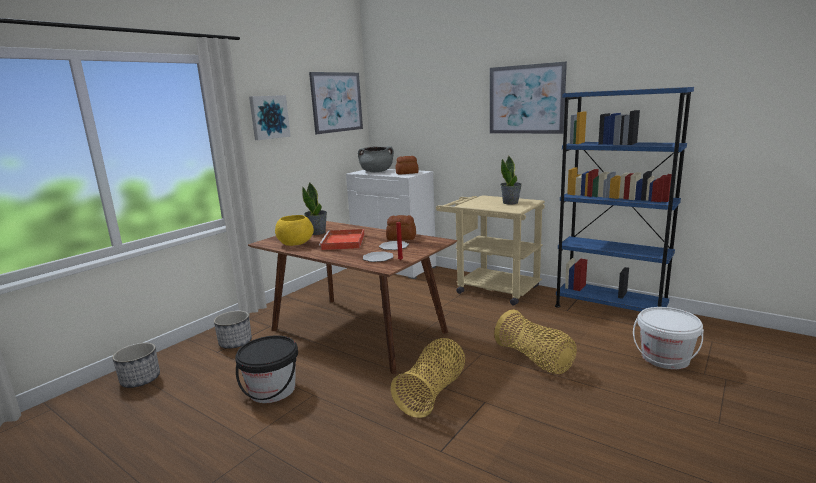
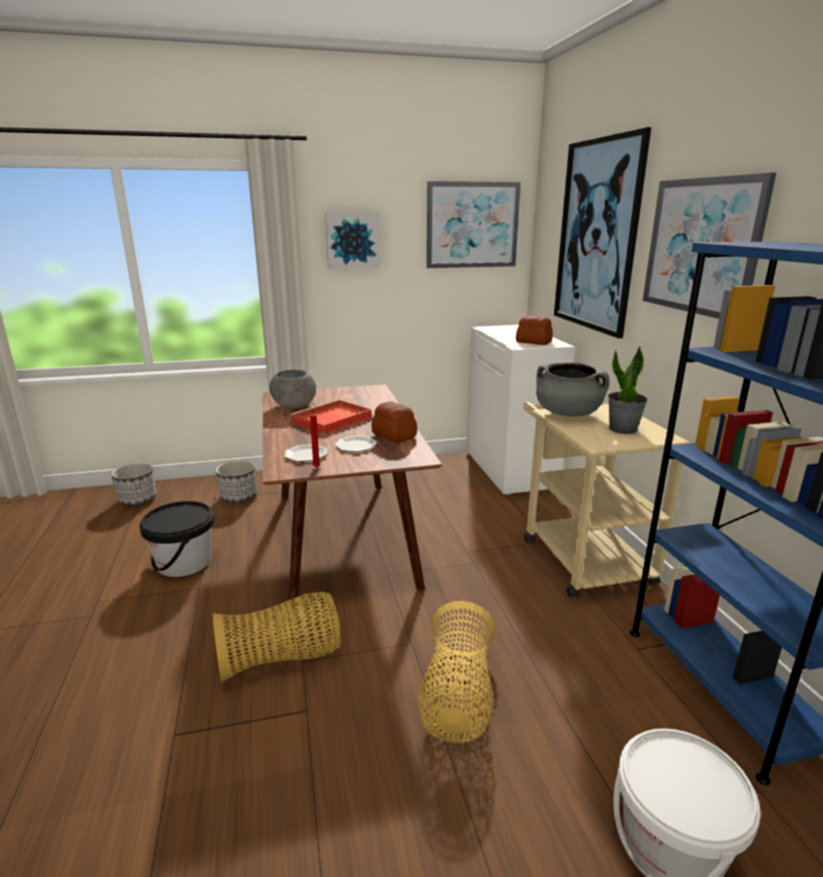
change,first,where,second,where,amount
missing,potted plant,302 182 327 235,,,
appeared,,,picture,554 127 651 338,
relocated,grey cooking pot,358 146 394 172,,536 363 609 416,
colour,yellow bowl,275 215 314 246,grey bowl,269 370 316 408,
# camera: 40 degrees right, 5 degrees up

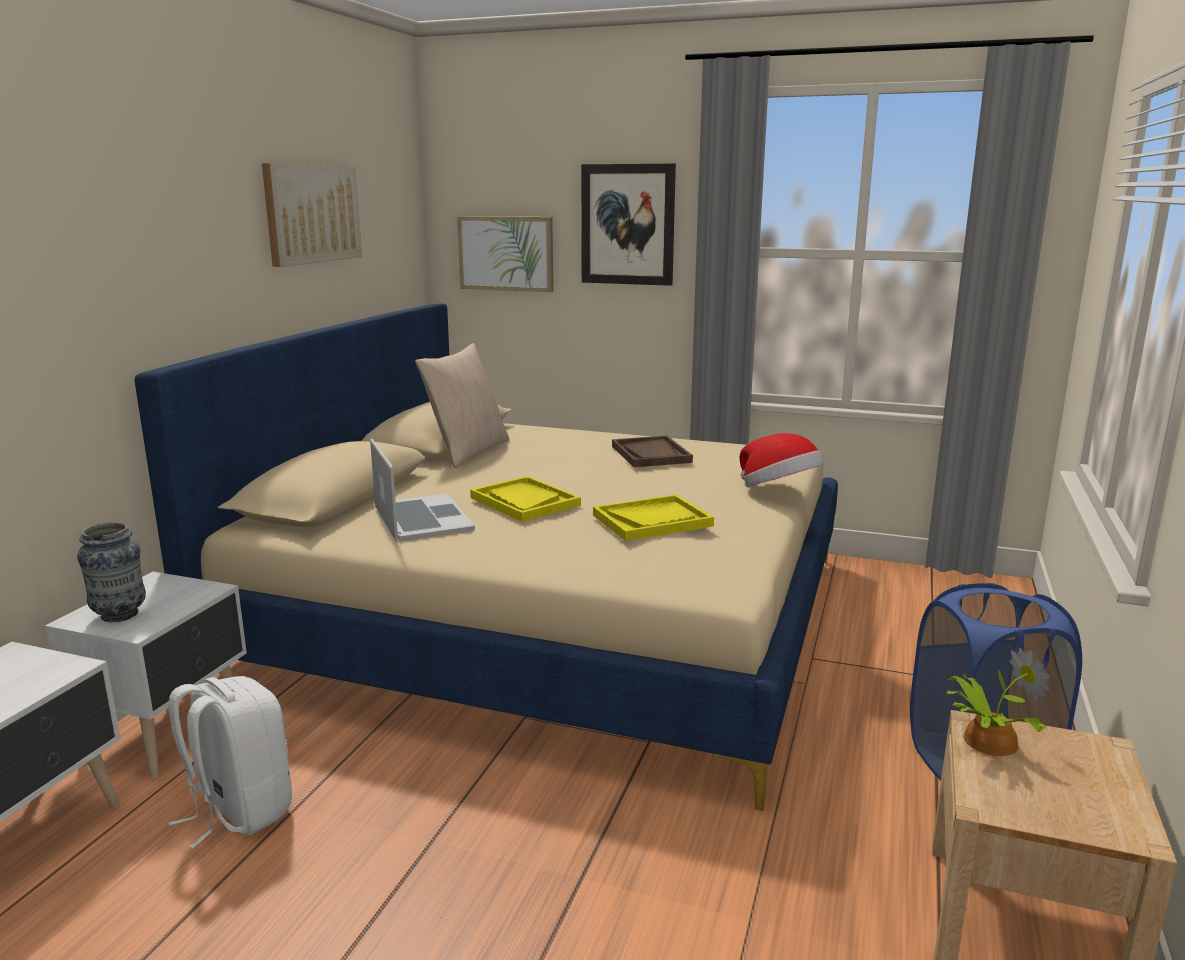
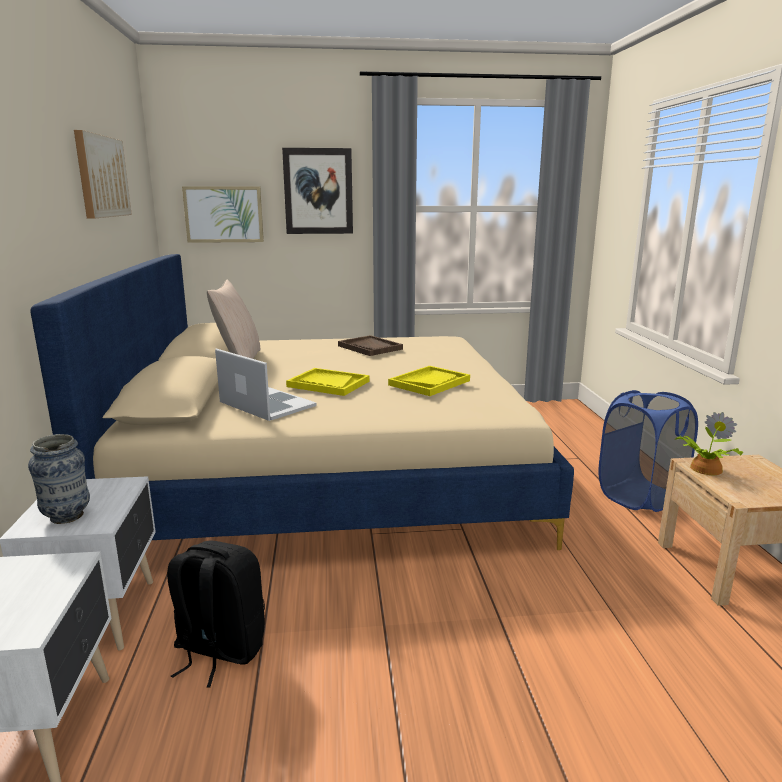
change,first,where,second,where,amount
missing,hat,740 433 825 487,,,
colour,white backpack,168 676 292 849,black backpack,167 540 265 688,
# camera: 25 degrees left, 0 degrees up

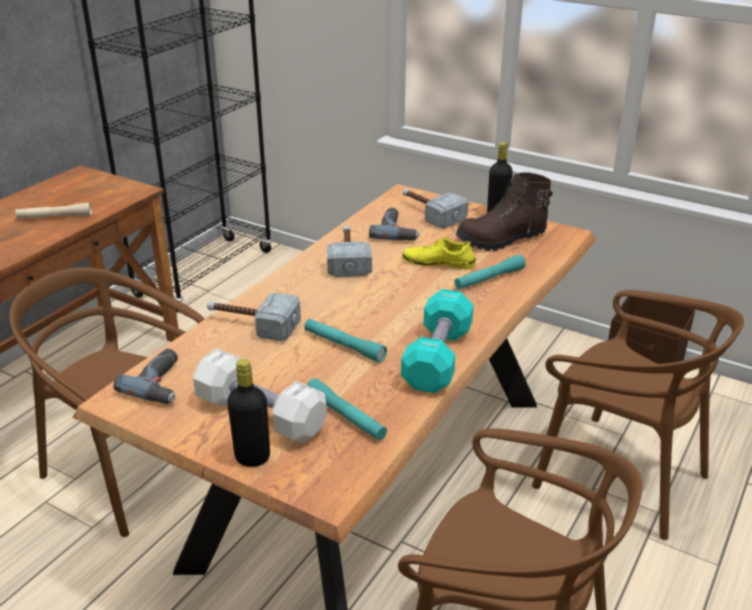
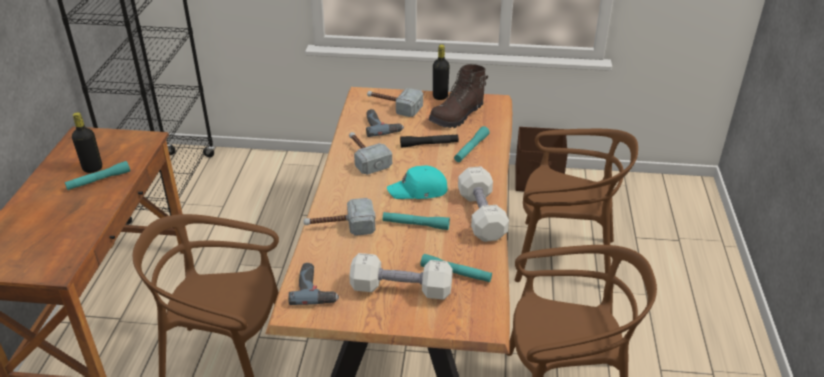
change,first,where,second,where,amount
appeared,,,turquoise cap,387 165 448 199,
relocated,black bottle,227 359 270 467,,72 112 102 173,
exchanged,yellow shoe,402 237 476 269,black flashlight,400 134 459 148,
colour,beige flashlight,15 203 92 219,turquoise flashlight,65 161 130 190,
colour,turquoise dumbbell,401 289 473 393,white dumbbell,458 166 509 242,
# camera: 25 degrees left, 5 degrees up

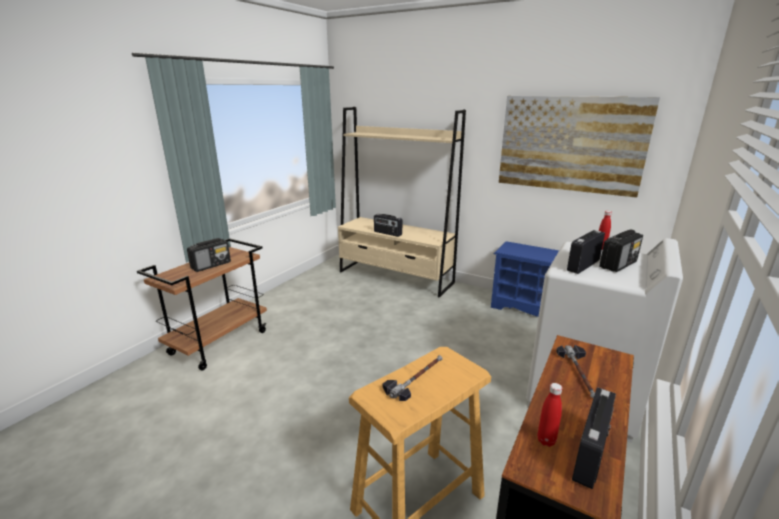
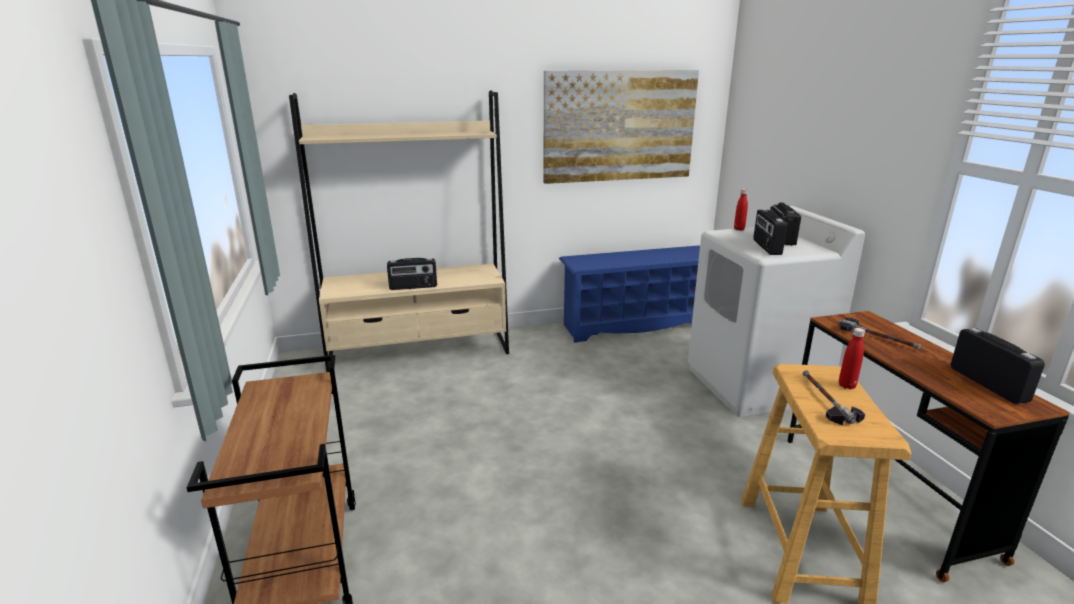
change,first,where,second,where,amount
missing,radio,187 238 231 272,,,
relocated,red bottle,537 383 562 447,,839 328 865 389,
# camera: 45 degrees left, 0 degrees up

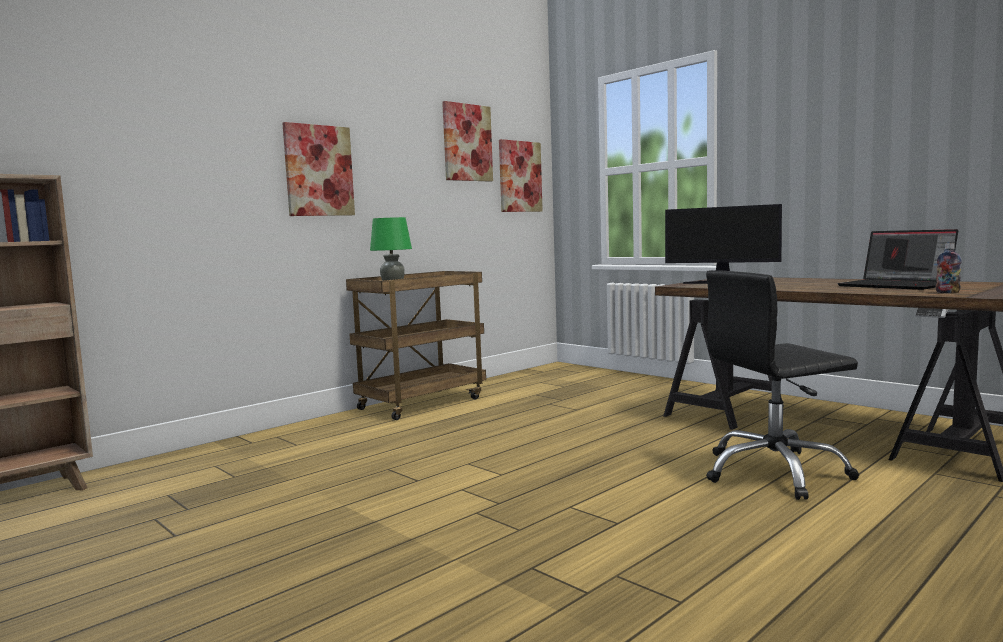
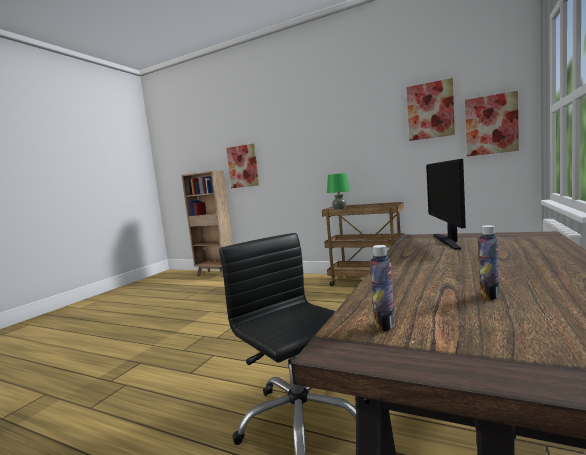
change,first,where,second,where,amount
relocated,picture,282 122 355 216,,226 144 259 188,
exchanged,laptop,837 229 958 290,bottle,478 225 500 300,
# camera: 70 degrees right, 0 degrees up

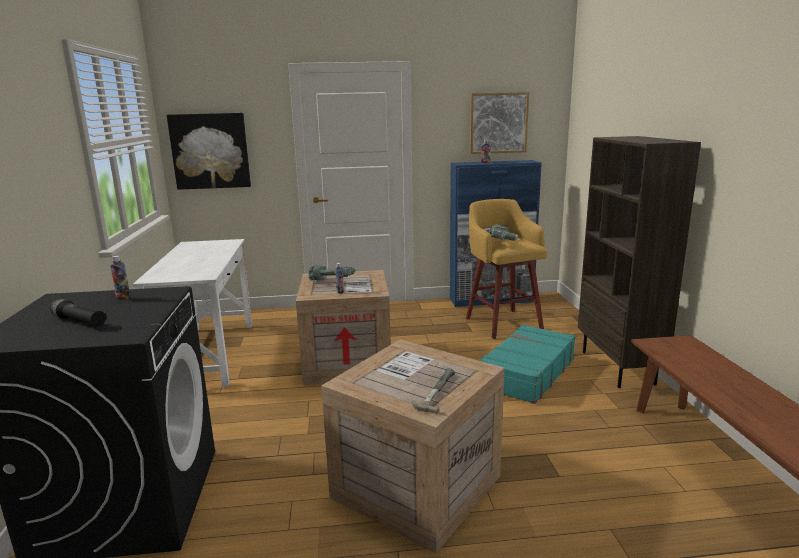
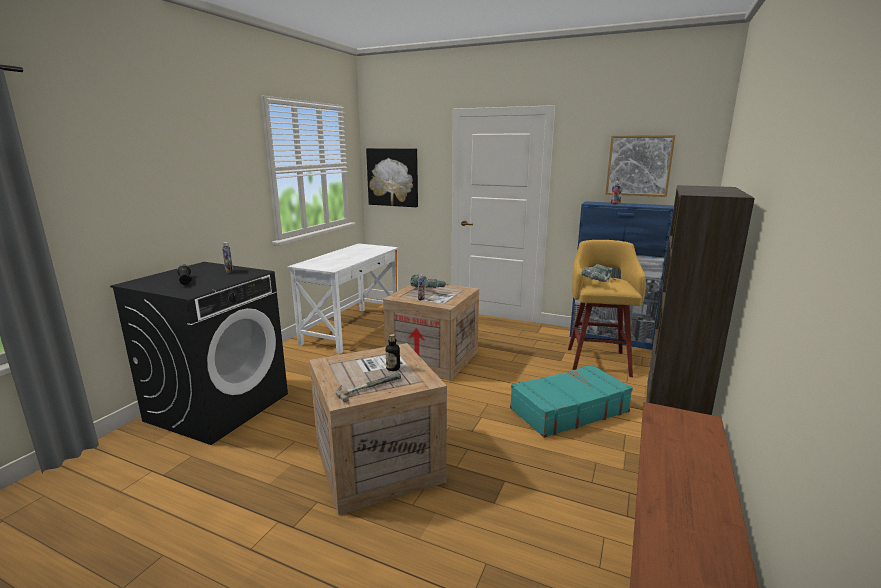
change,first,where,second,where,amount
appeared,,,bottle,386 334 400 371,
# camera: 30 degrees right, 0 degrees up

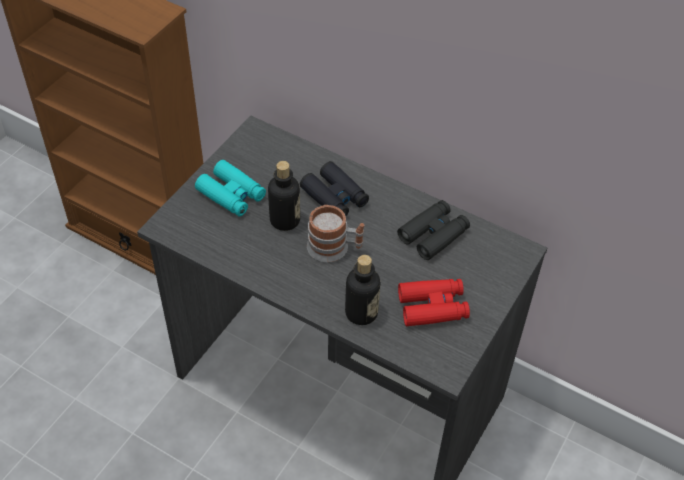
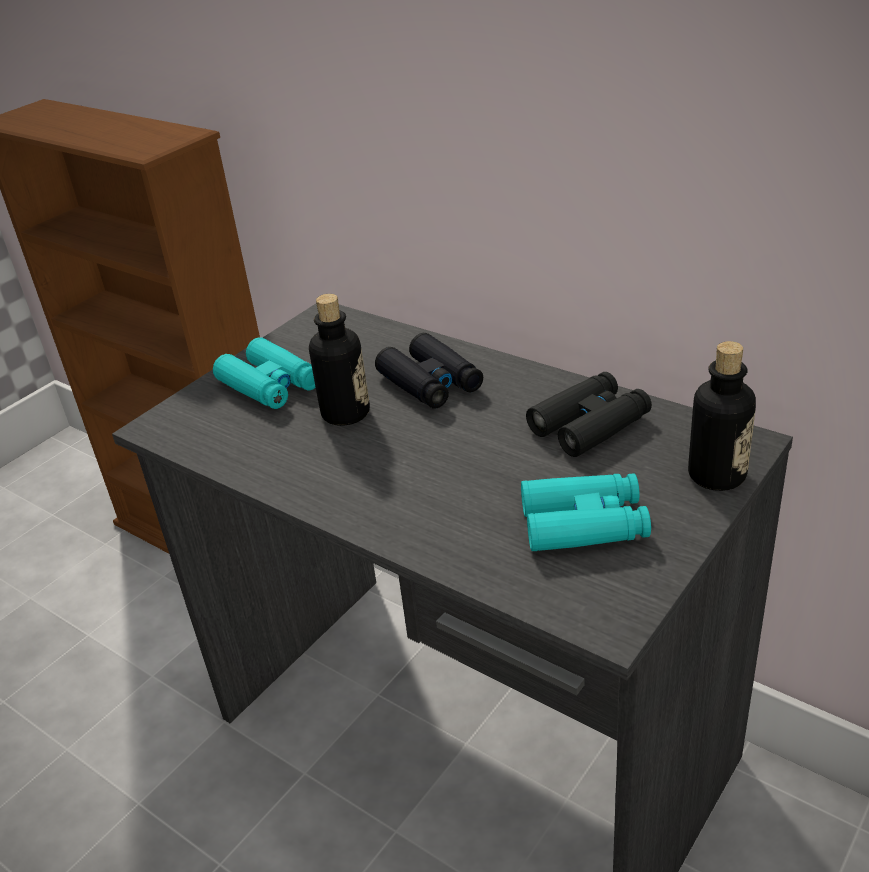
change,first,where,second,where,amount
missing,mug,307 205 364 262,,,
relocated,bottle,345 255 380 325,,688 341 756 491,
colour,red binoculars,398 279 470 326,turquoise binoculars,521 473 651 551,
# camera: 10 degrees right, 15 degrees down

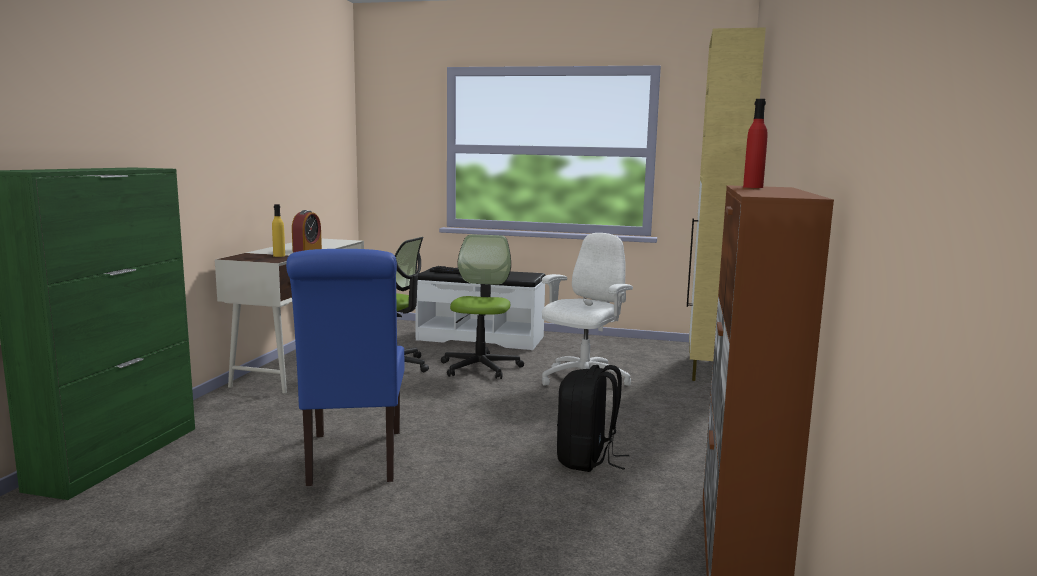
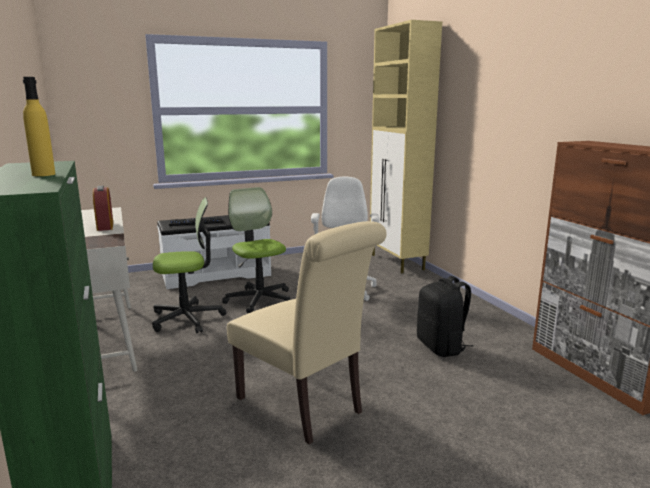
change,first,where,second,where,amount
missing,red bottle,743 99 768 188,,,
relocated,yellow bottle,272 204 285 257,,23 77 55 176,
colour,blue chair,286 249 405 486,beige chair,227 221 387 444,
# camera: 35 degrees left, 5 degrees up

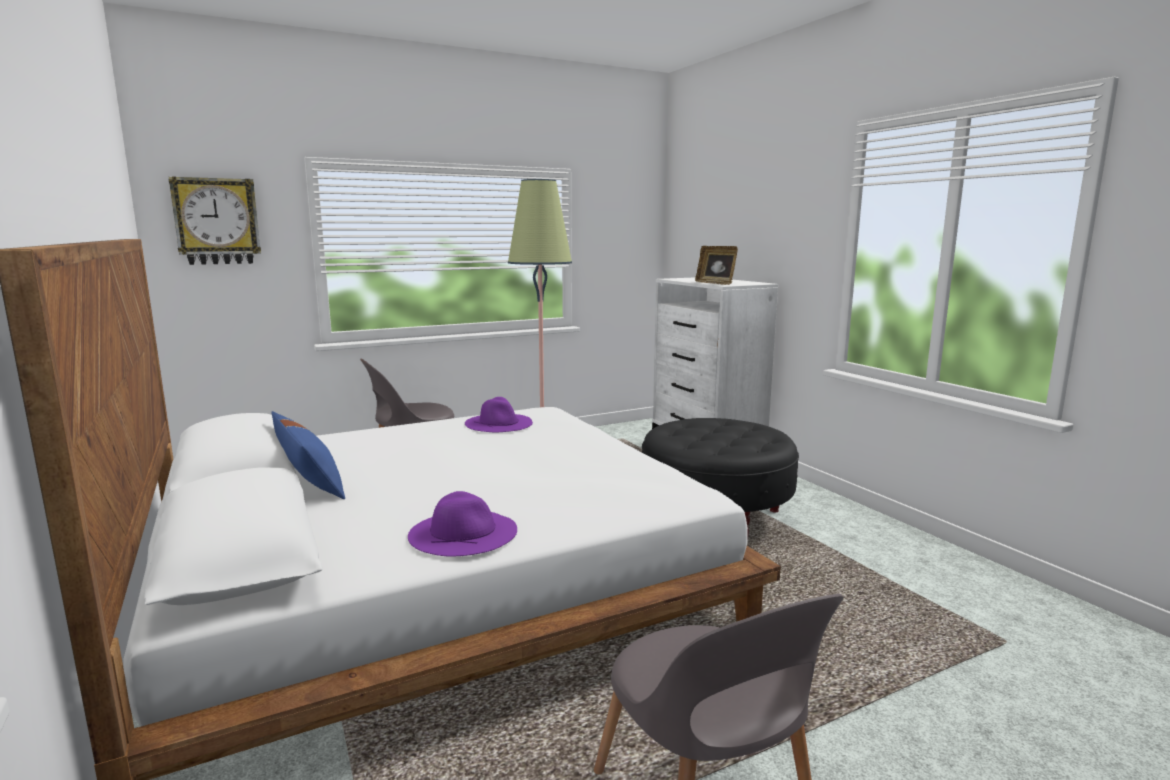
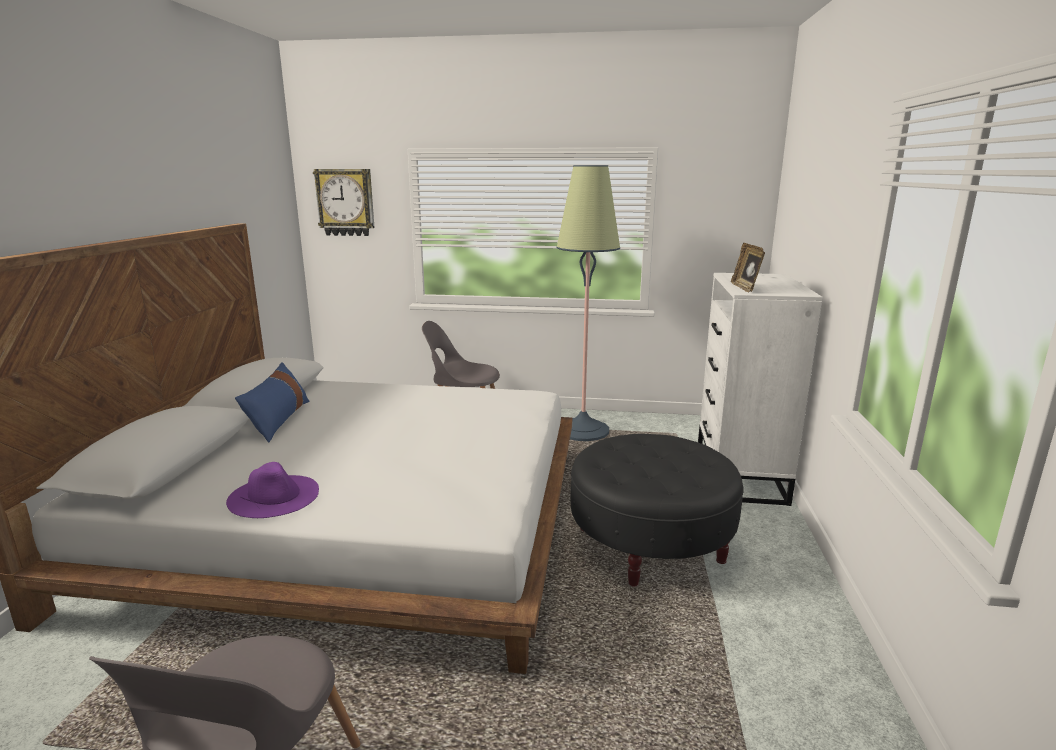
change,first,where,second,where,amount
missing,purple hat,465 397 533 432,,,
# camera: 35 degrees right, 5 degrees up

